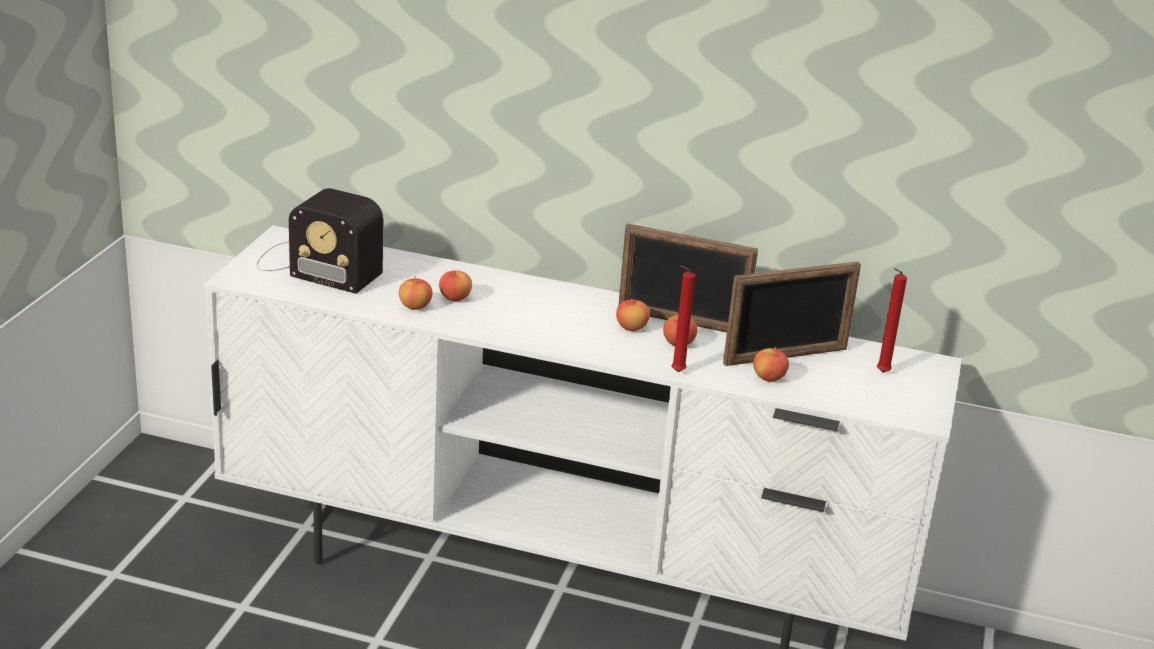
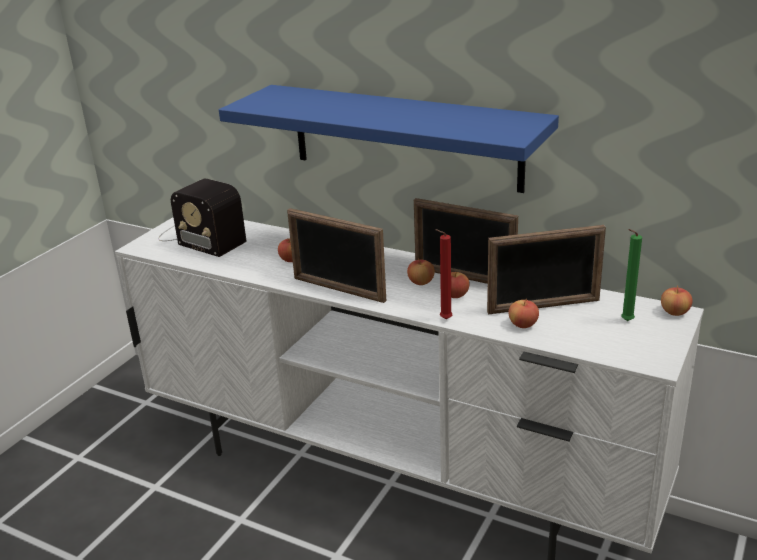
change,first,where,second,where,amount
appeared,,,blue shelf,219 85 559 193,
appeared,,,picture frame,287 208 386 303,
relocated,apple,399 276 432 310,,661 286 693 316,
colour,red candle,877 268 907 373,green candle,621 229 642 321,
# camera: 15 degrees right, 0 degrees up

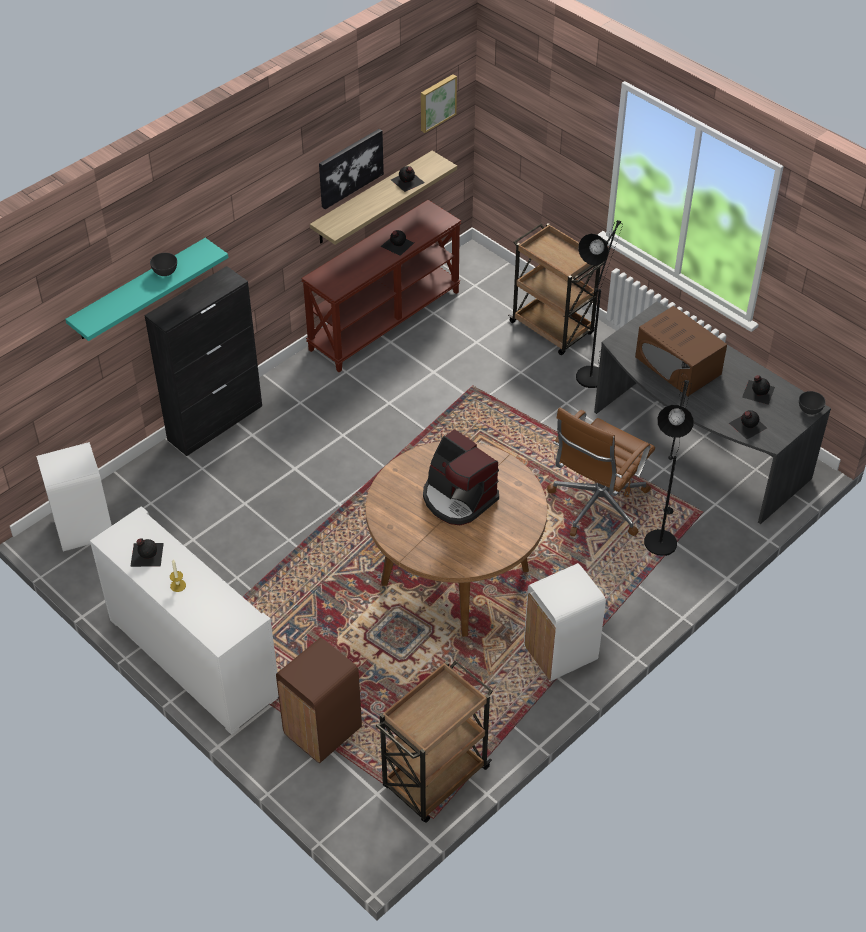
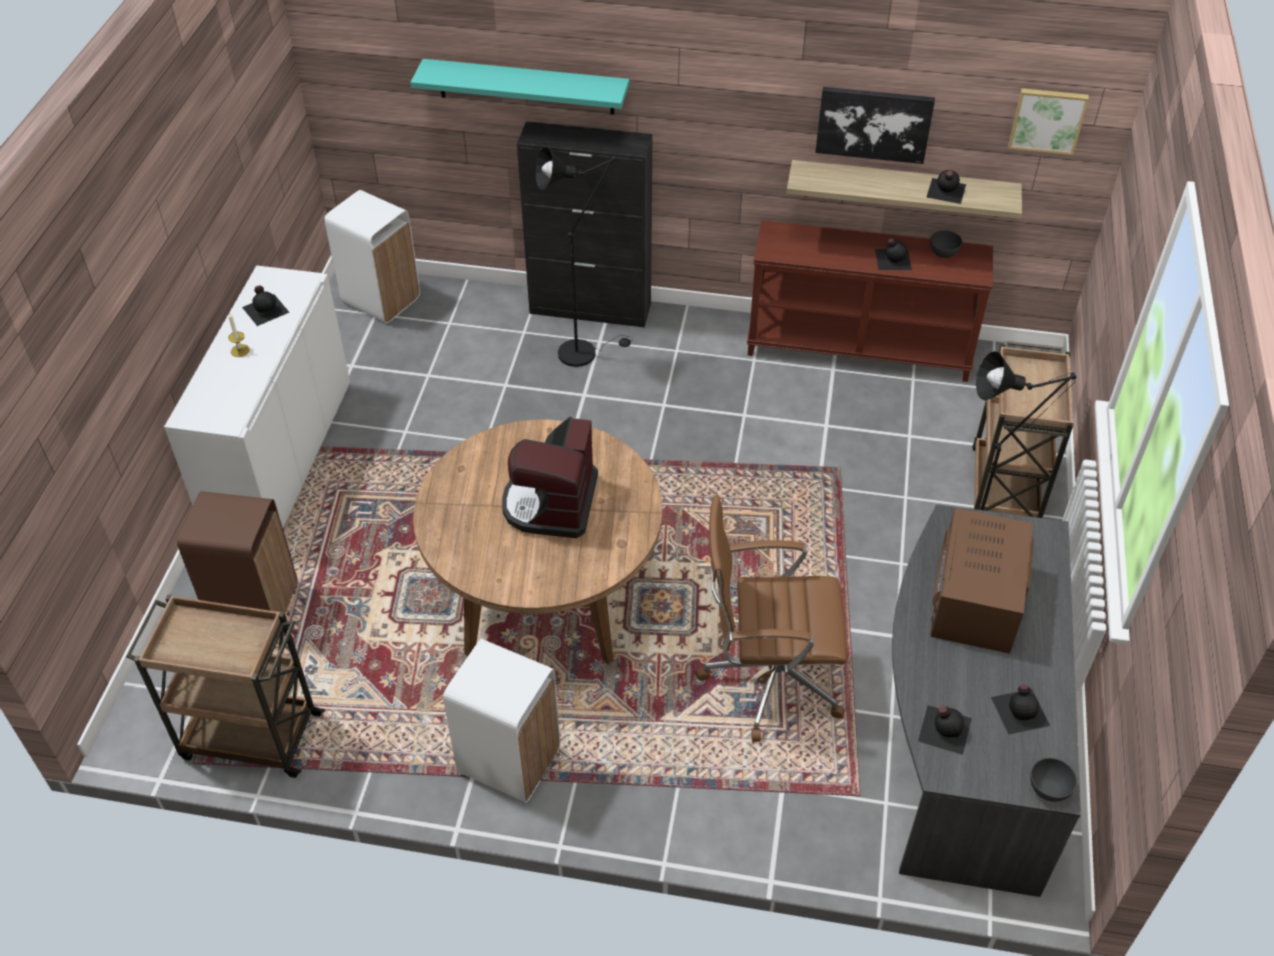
change,first,where,second,where,amount
relocated,grey bowl,150 253 177 276,,930 230 962 258,
relocated,black floor lamp,644 380 693 556,,536 147 633 367,
# camera: 55 degrees right, 0 degrees up

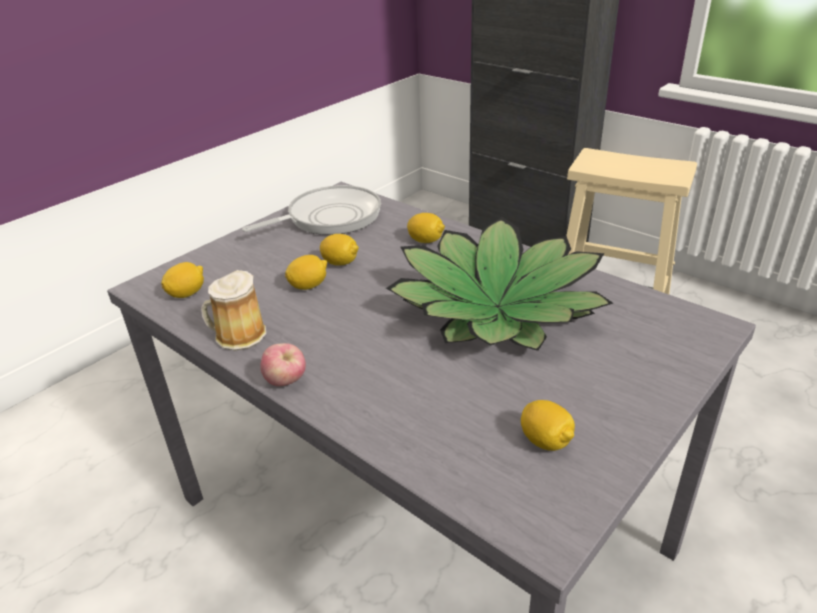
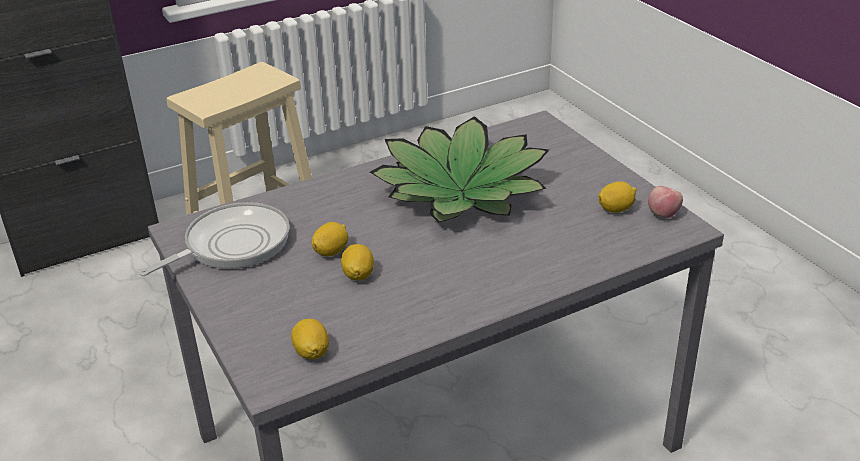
change,first,where,second,where,amount
missing,mug,201 270 266 350,,,
missing,lemon,407 213 445 243,,,
relocated,apple,260 343 306 386,,648 186 683 218,
spun,frying pan,242 185 381 235,,138 202 290 276,60 degrees clockwise
# camera: 70 degrees left, 0 degrees up

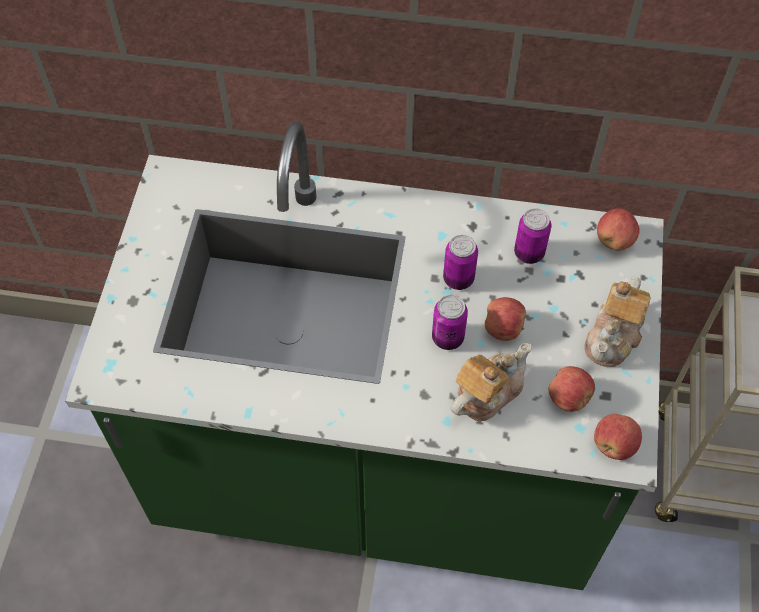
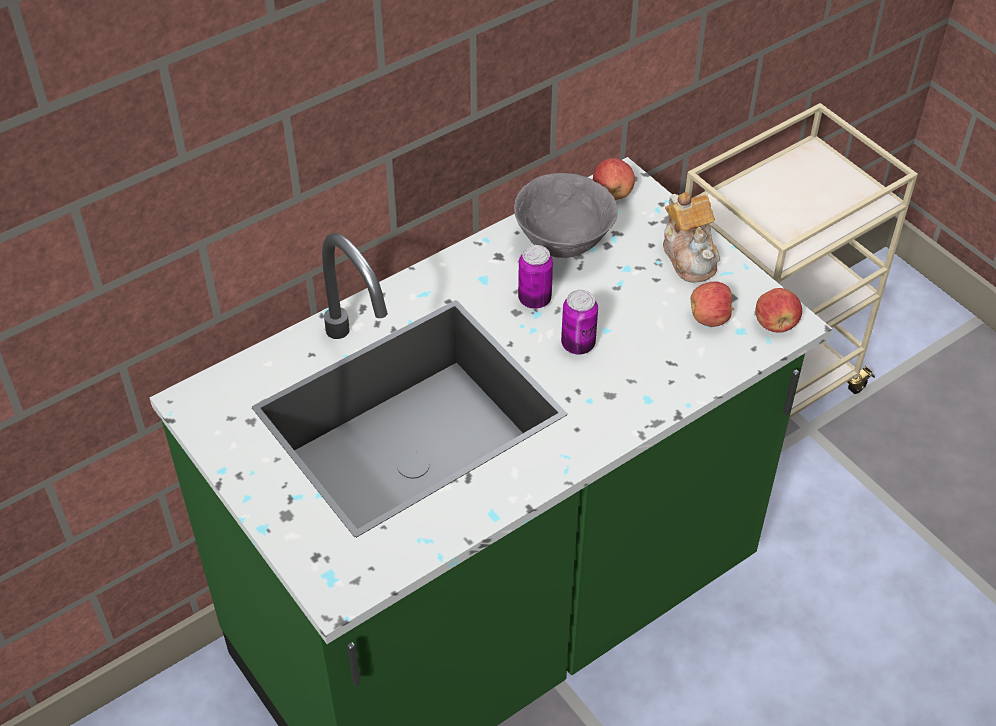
change,first,where,second,where,amount
missing,teapot,451 343 531 421,,,
missing,apple,484 297 526 341,,,
exchanged,can,514 209 551 264,grey bowl,514 173 618 258,
# camera: 45 degrees left, 10 degrees down

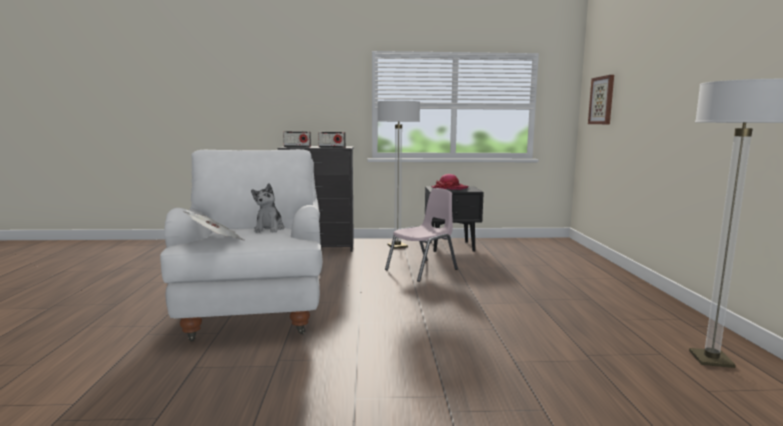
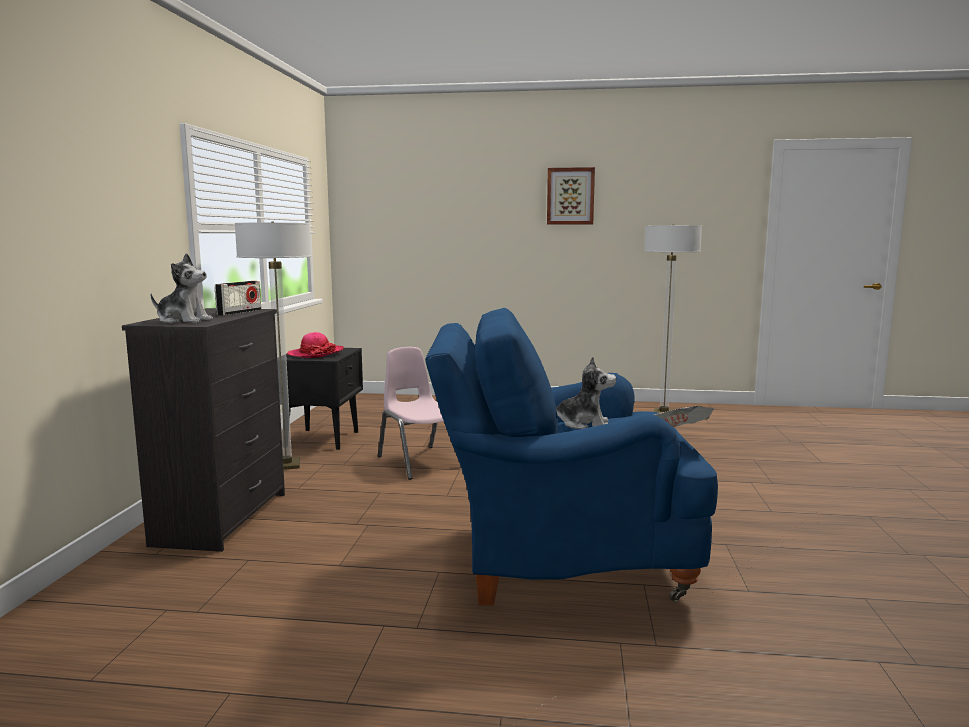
change,first,where,second,where,amount
relocated,picture,588 75 614 124,,547 167 595 224,
exchanged,radio,283 132 311 147,plush toy,151 253 213 324,
colour,white armchair,160 149 323 342,blue armchair,425 308 718 605,
# camera: 80 degrees left, 0 degrees up

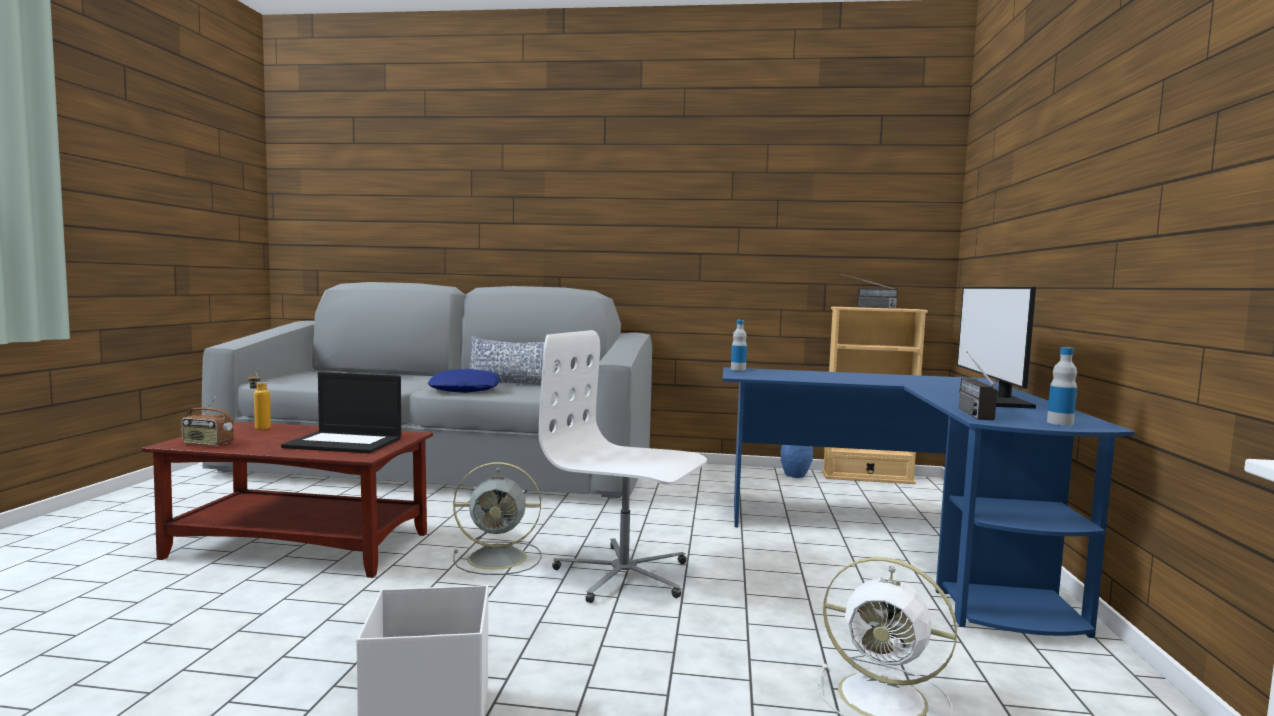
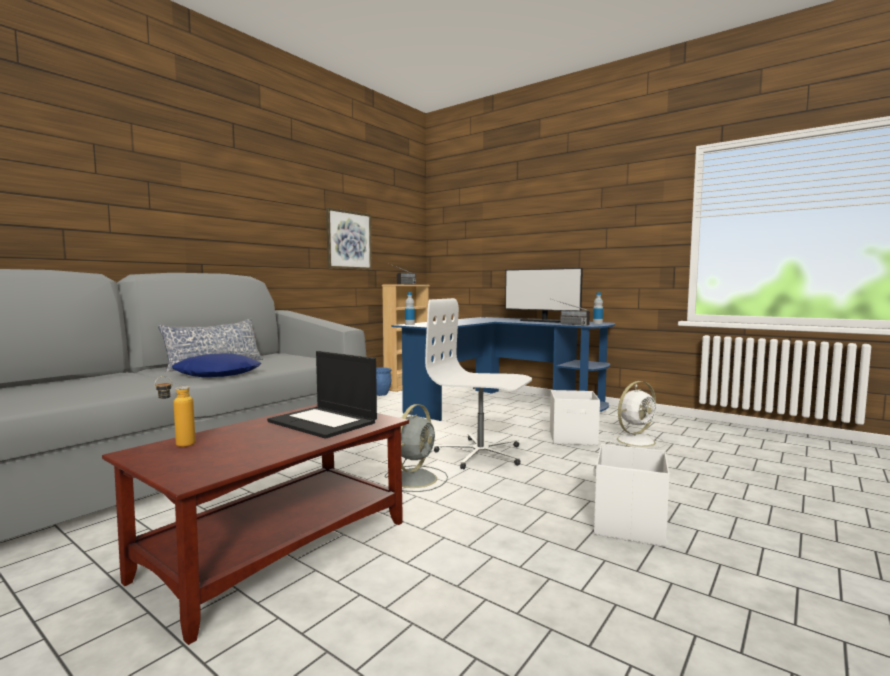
change,first,where,second,where,amount
missing,radio,181 393 234 446,,,
appeared,,,picture,326 208 372 270,
appeared,,,white storage box,550 390 600 446,
spun,laptop,281 372 401 454,,267 351 377 439,90 degrees clockwise
spun,white office chair,539 330 707 603,,425 298 532 469,60 degrees clockwise
# camera: 60 degrees left, 0 degrees up

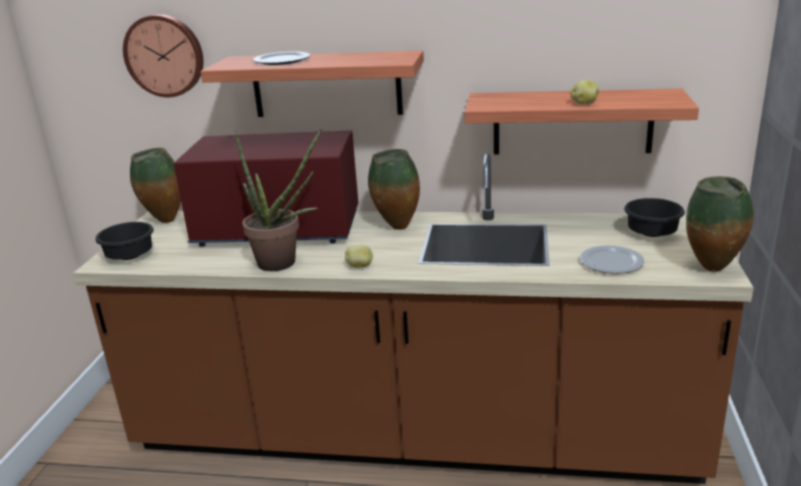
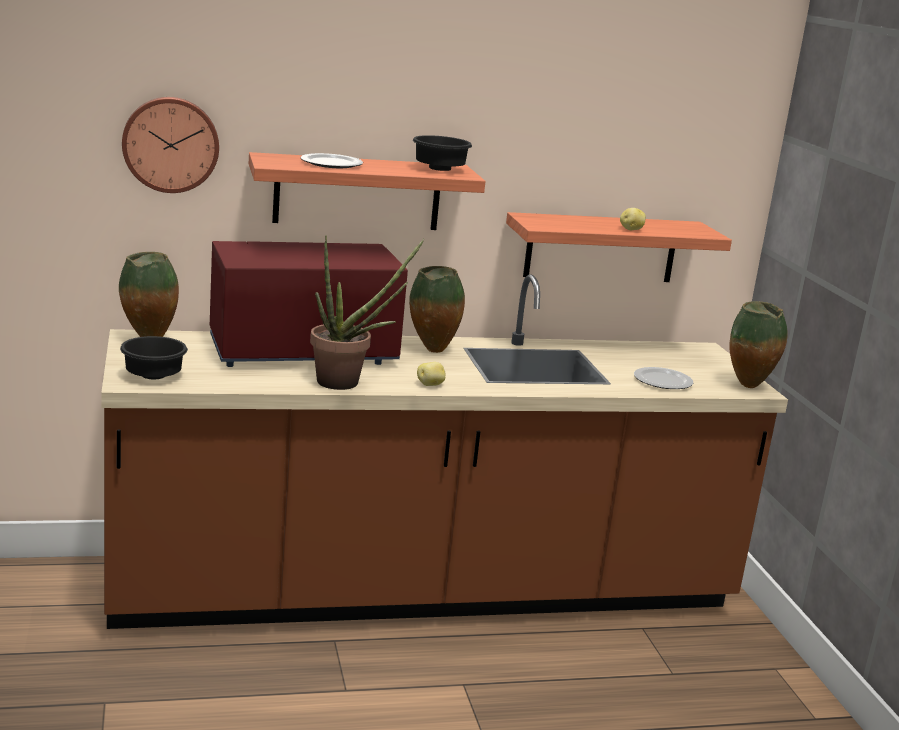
change,first,where,second,where,amount
relocated,black bowl,624 198 685 237,,413 135 472 171,
# camera: 25 degrees left, 5 degrees down

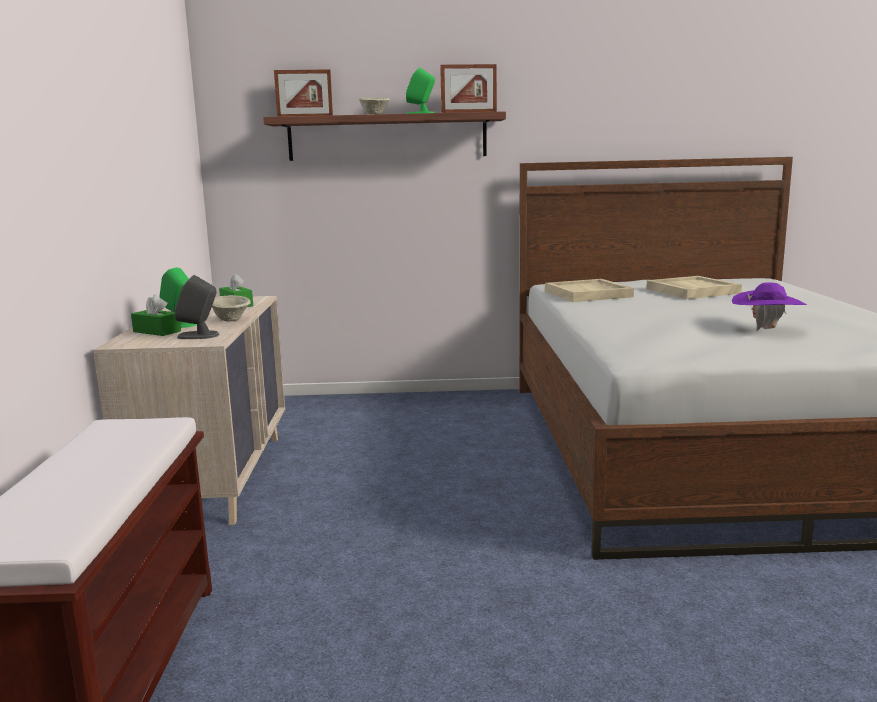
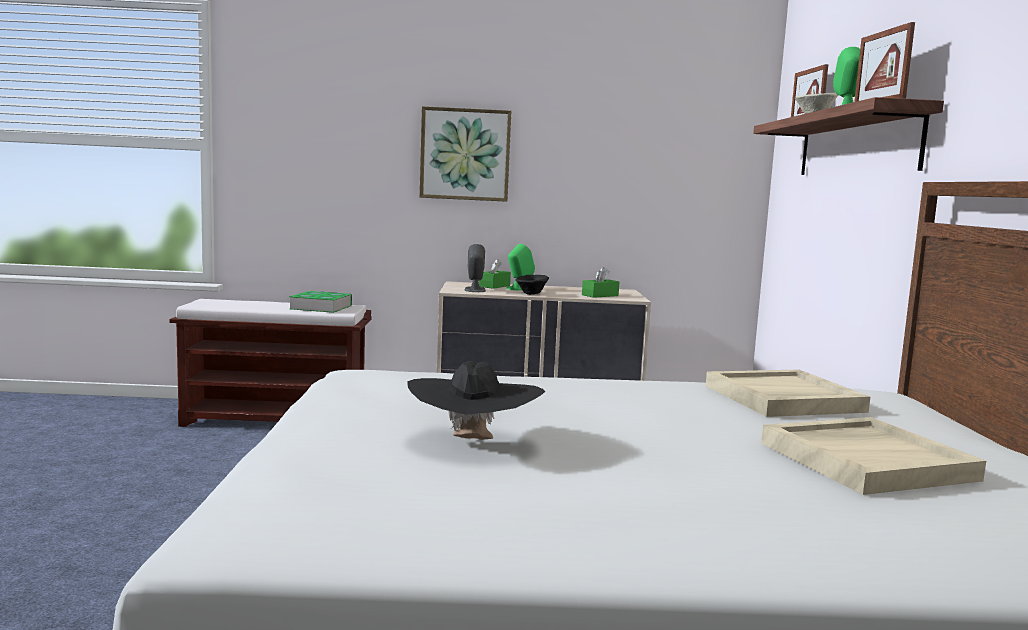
change,first,where,second,where,amount
appeared,,,book,289 291 352 313,
appeared,,,picture,419 106 511 202,
colour,beige bowl,212 295 251 322,black bowl,515 275 549 295,
colour,purple hat,732 282 807 331,black hat,407 361 545 440,
# camera: 90 degrees right, 5 degrees down

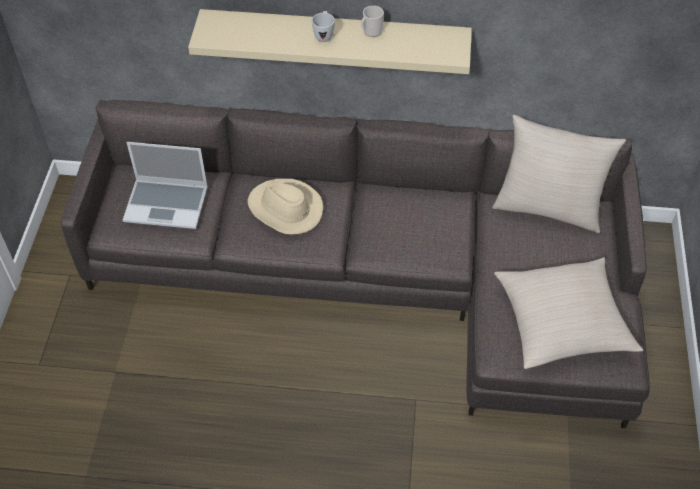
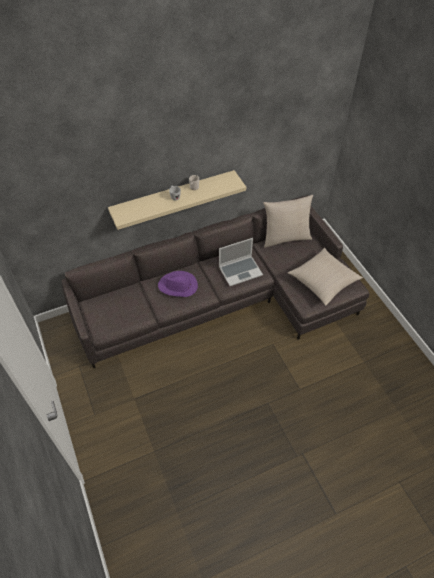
change,first,where,second,where,amount
relocated,laptop,123 142 208 229,,219 238 263 286,
colour,beige hat,248 179 323 235,purple hat,158 271 198 297,
# camera: 30 degrees left, 0 degrees up

